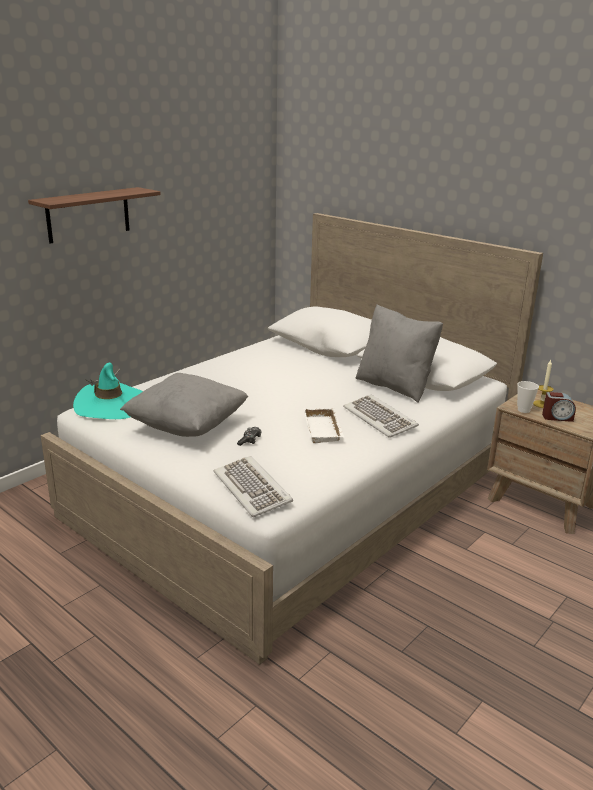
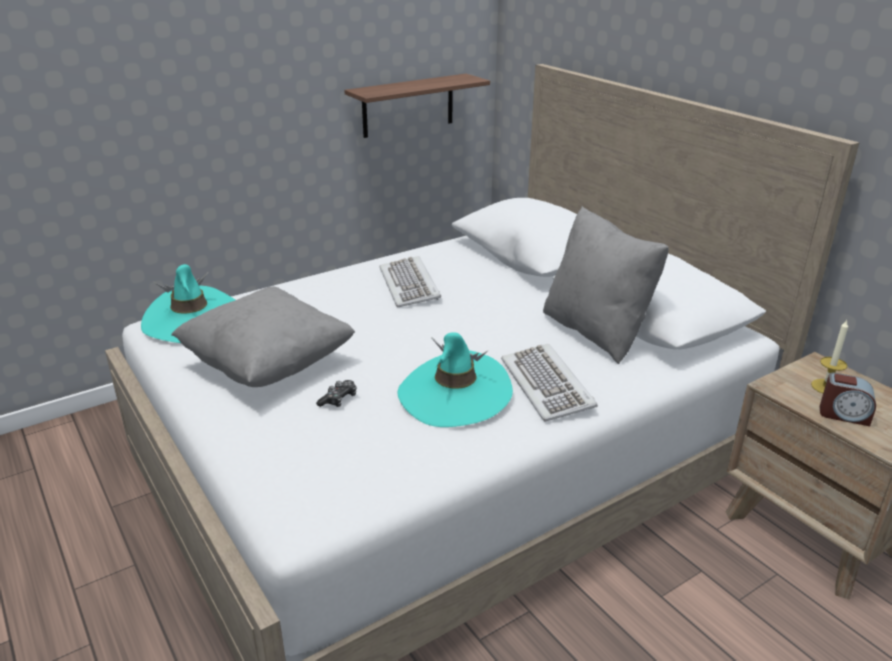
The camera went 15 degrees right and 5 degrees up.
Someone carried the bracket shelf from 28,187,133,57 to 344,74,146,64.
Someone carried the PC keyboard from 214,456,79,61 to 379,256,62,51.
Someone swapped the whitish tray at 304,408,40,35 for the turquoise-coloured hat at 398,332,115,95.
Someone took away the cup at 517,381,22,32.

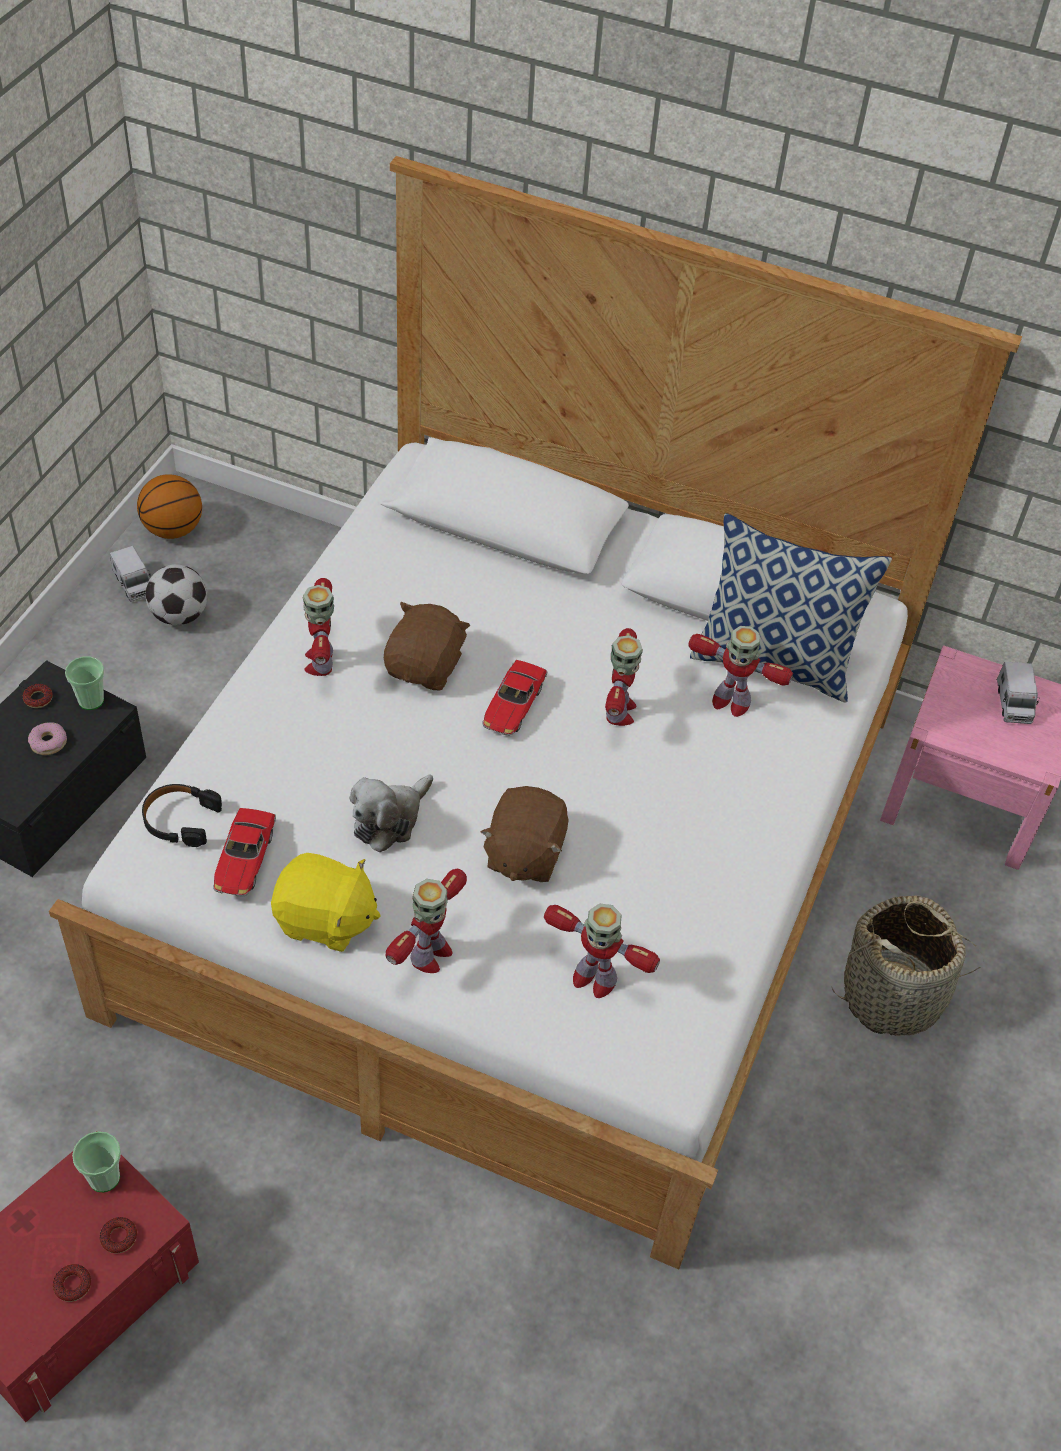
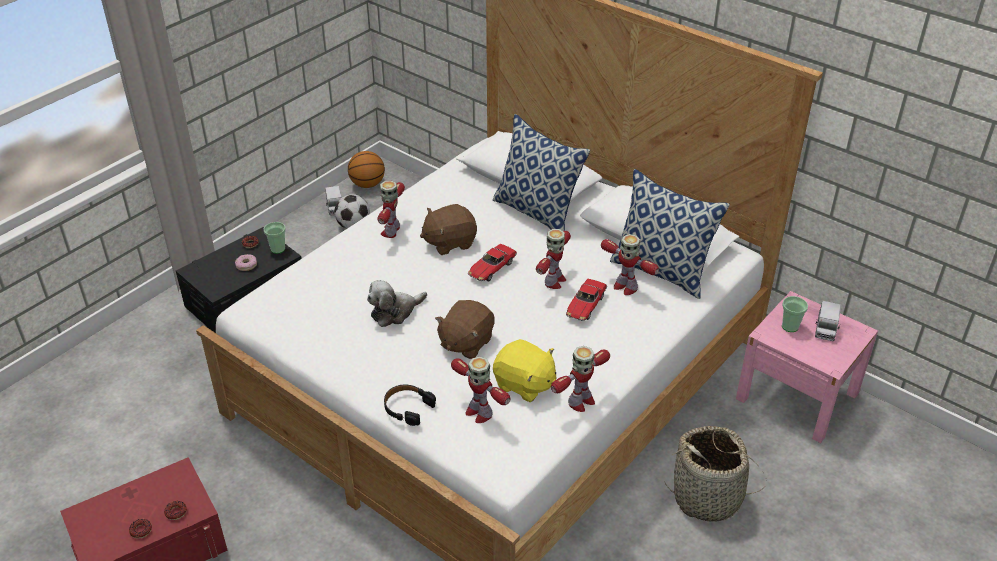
The camera went 20 degrees right and 10 degrees down.
Someone carried the black-coloured headset from 142,784,80,63 to 384,384,52,42.
Someone rotated the brownish plush toy at 384,602,86,88 by 150 degrees counterclockwise.
Someone put down the throw pillow at 493,114,97,117.
Someone carried the yellow-coloured plush toy from 271,853,110,99 to 493,339,63,63.
Someone carried the robot figure from 386,869,81,104 to 551,346,59,66.
Someone carried the model car from 213,808,63,88 to 566,279,41,42.
Someone carried the cup from 72,1131,49,61 to 782,296,26,36.

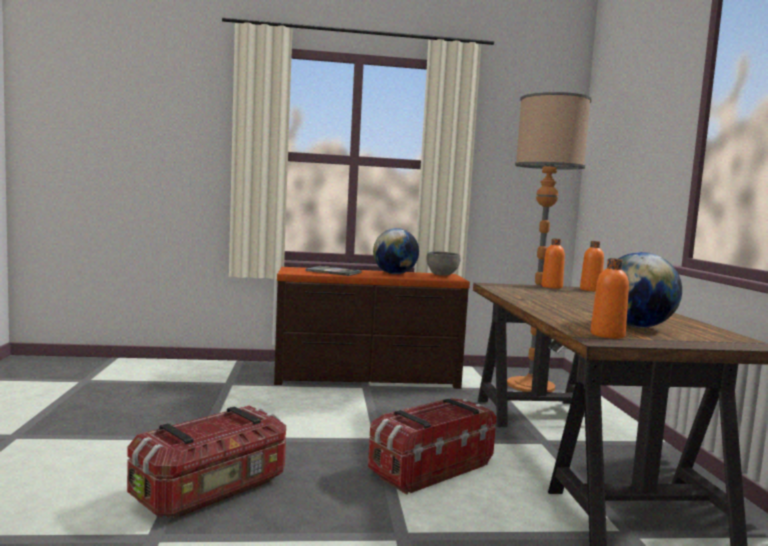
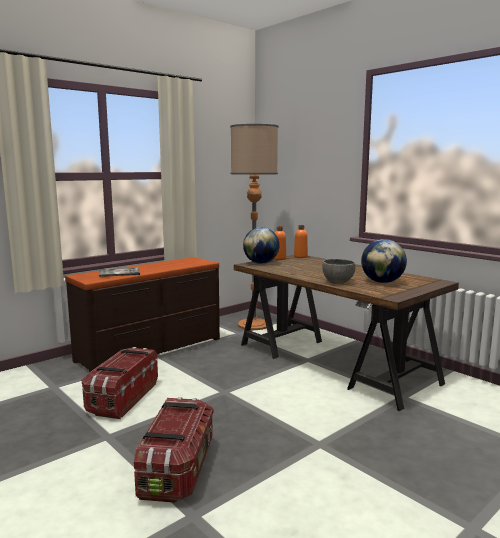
The camera went 35 degrees left and 5 degrees up.
Someone carried the storage container from 368,398,128,97 to 82,347,76,72.
Someone carried the globe from 373,228,46,46 to 243,227,37,37.
Someone carried the greyish bowl from 427,251,33,25 to 322,259,33,25.
Someone took away the orange drink bottle at 590,258,39,81.

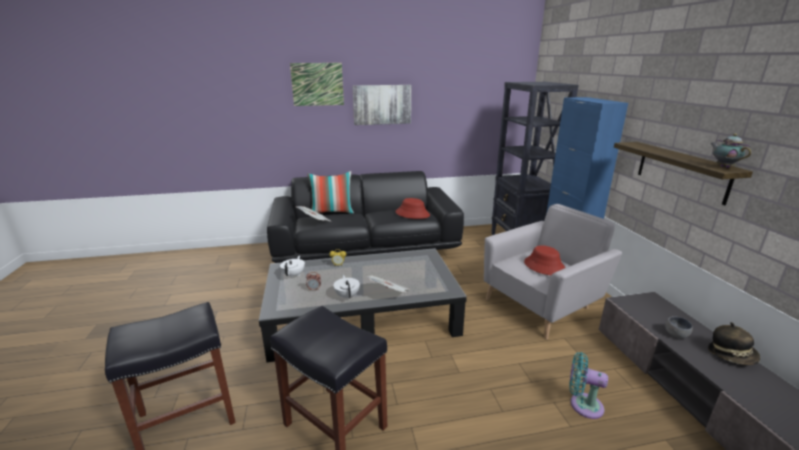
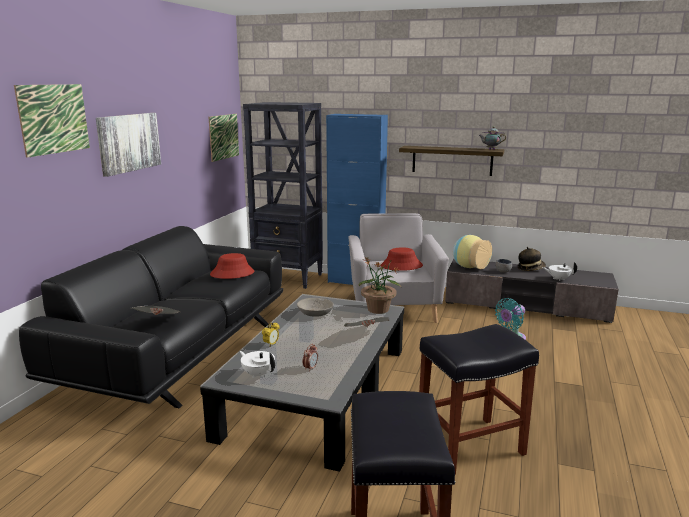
The camera went 60 degrees left and 5 degrees down.
Someone put up the wall art at 209,114,30,48.
Someone put down the greyish bowl at 297,298,37,19.
Someone put down the plant in a pot at 359,257,42,57.
Someone put down the vase at 453,235,39,34.
Someone carried the whitish teapot from 333,274,27,26 to 543,262,34,19.
Someone took away the throw pillow at 307,171,47,42.

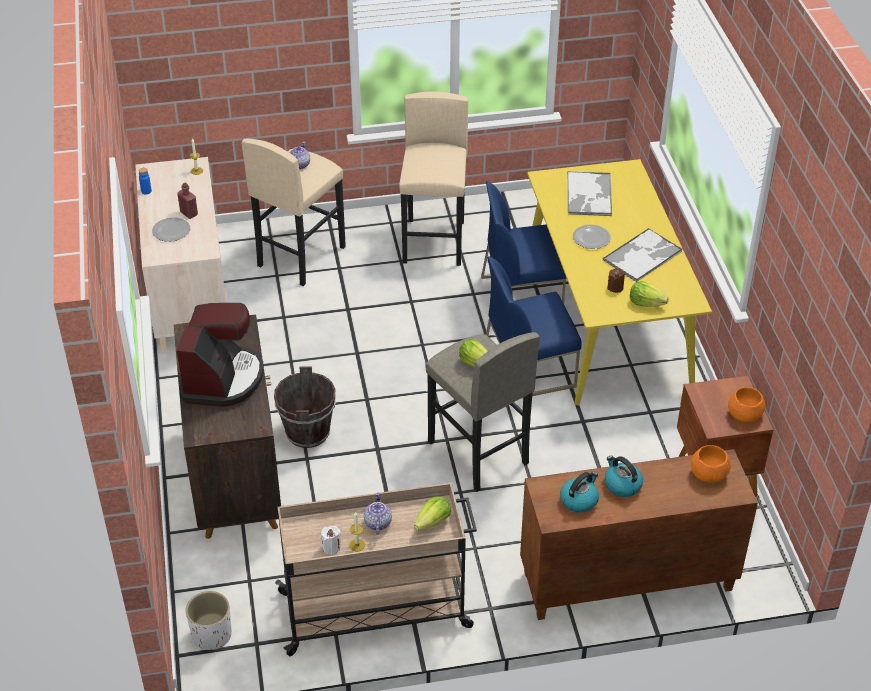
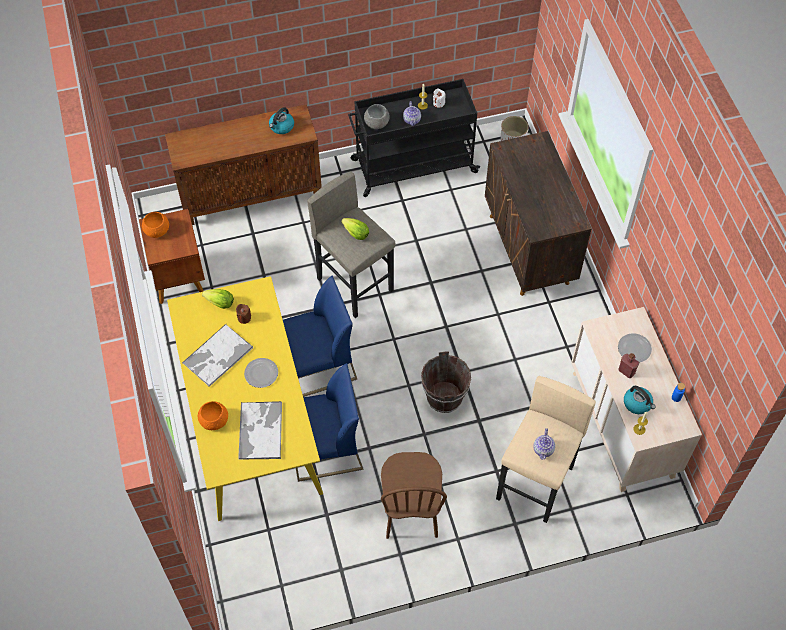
The camera went 175 degrees right and 15 degrees up.
Someone carried the orange bowl from 691,445,40,38 to 198,401,30,29.
Someone repainted the beige-coloured wheeled cart at 275,483,202,173, which became the black-coloured wheeled cart at 348,79,132,118.
Someone swapped the head of lettuce at 414,496,37,35 for the greyish bowl at 364,104,26,25.
Someone swapped the beige-coloured stool seat at 399,91,69,175 for the brownish upright chair at 381,452,66,87.
Someone carried the brownish water bucket from 274,366,62,82 to 421,351,50,62.
Someone carried the water kettle from 605,456,38,41 to 624,386,32,28.
Someone took away the coffee machine at 176,303,88,104.

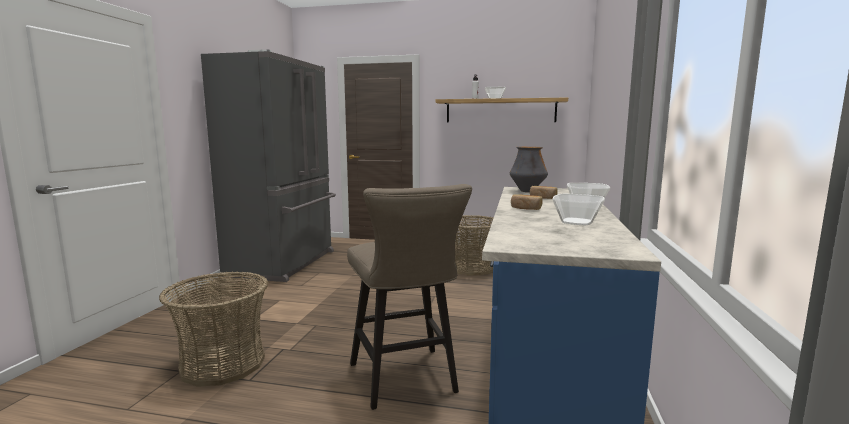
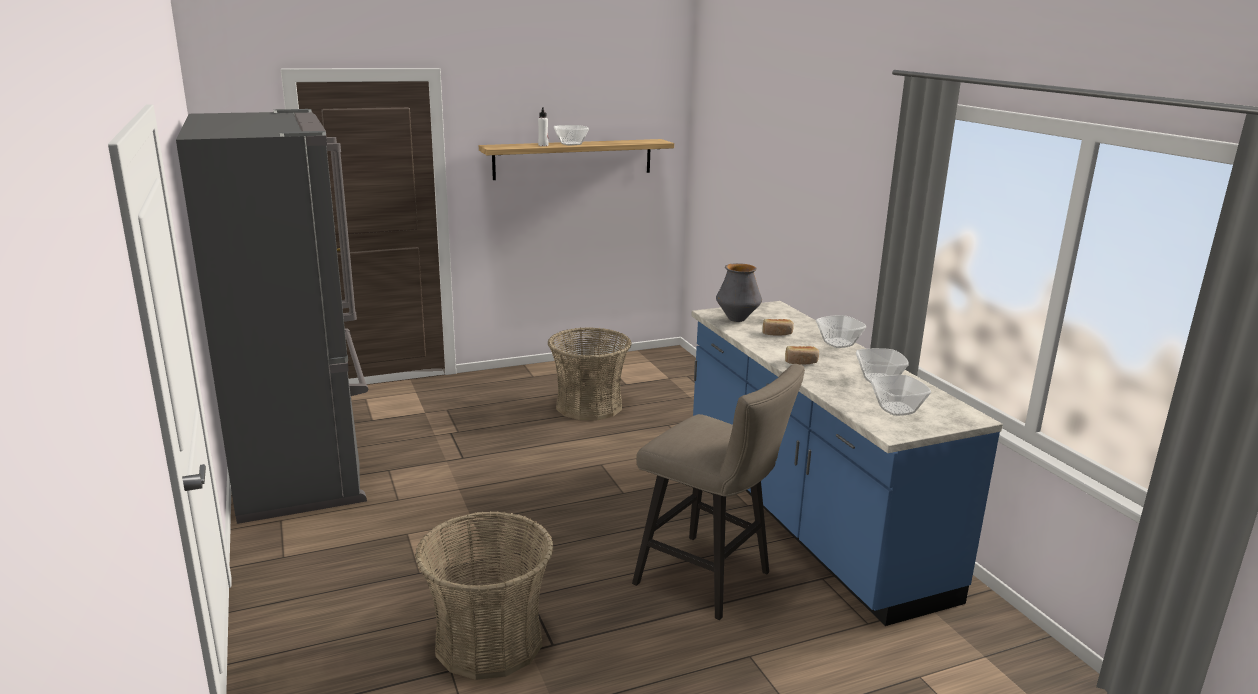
The camera went 35 degrees left and 10 degrees up.
Someone put down the bowl at 870,375,61,41.

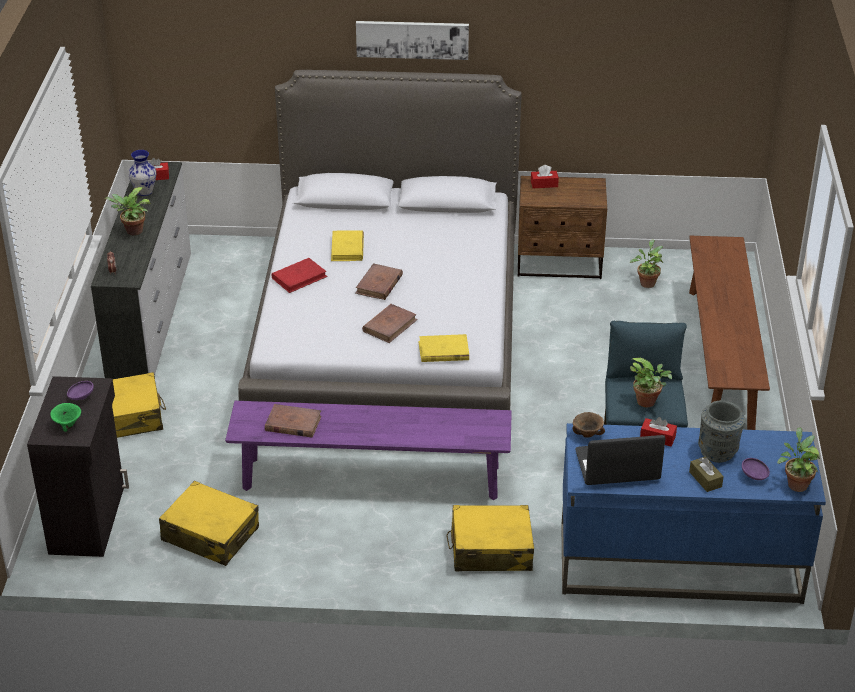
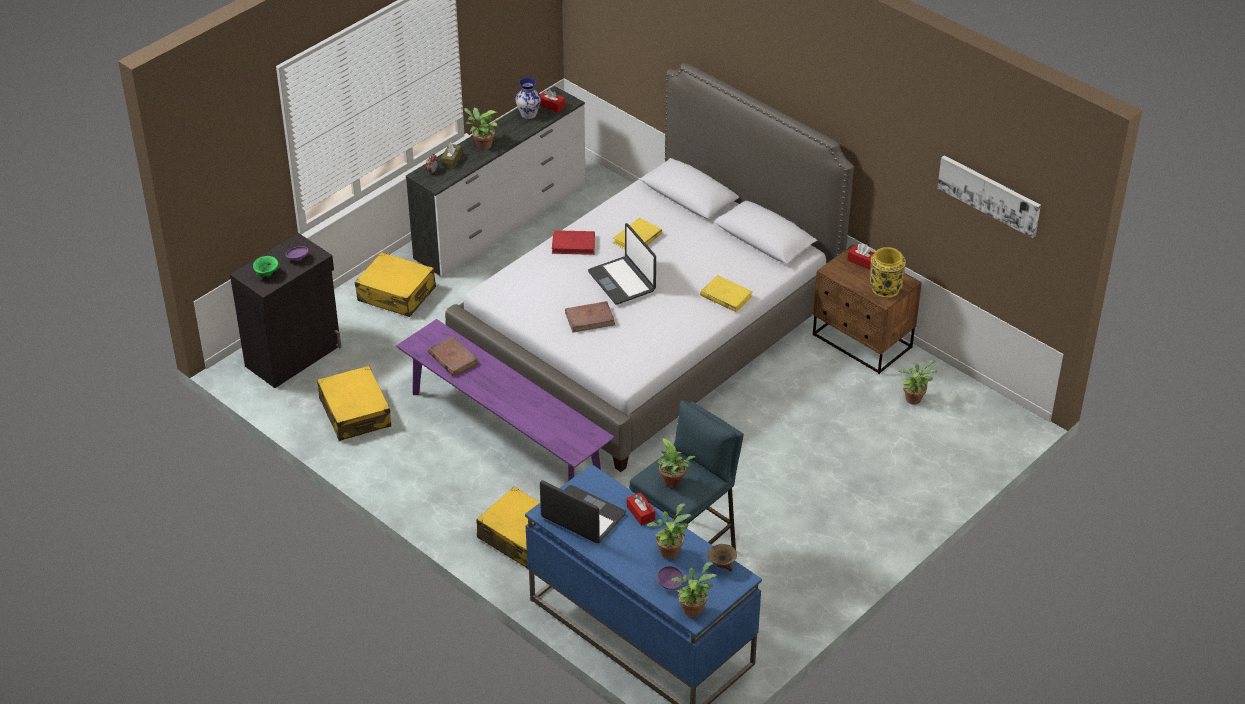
The camera went 40 degrees right and 5 degrees up.
Someone carried the brownish tissue box from 689,456,35,36 to 441,142,21,27.
Someone swapped the brownish book at 355,263,48,37 for the notebook computer at 588,223,68,82.
Someone swapped the greyish vase at 698,400,47,63 for the plant in a pot at 647,503,44,56.
Someone carried the yellow-coloured book from 418,334,51,28 to 700,275,53,37.
Someone carried the brownish bowl from 573,412,32,26 to 708,544,29,27.
Someone put down the yellow-coloured vase at 870,247,36,51.
Someone carried the wall art from 356,21,113,39 to 937,155,104,83.
Someone took away the brownish bench at 689,236,81,194.

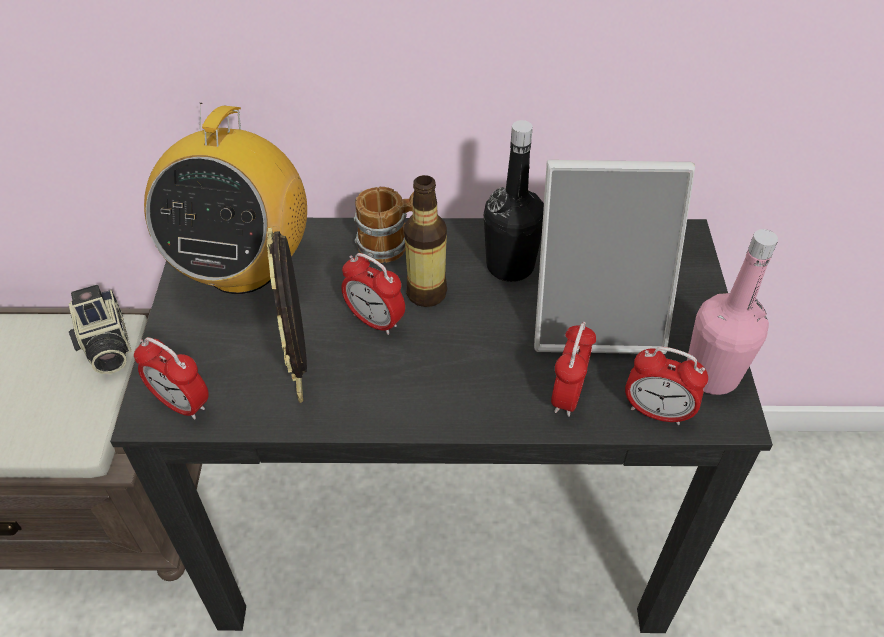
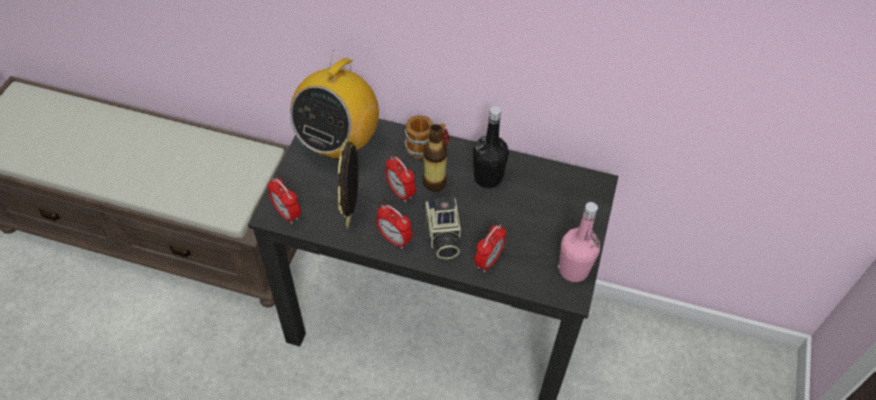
The camera went 15 degrees right and 5 degrees up.
Someone carried the bedside clock from 625,347,83,78 to 376,205,37,44.
Someone carried the photo camera from 69,285,62,89 to 423,198,38,61.
Someone took away the photo frame at 534,160,161,194.

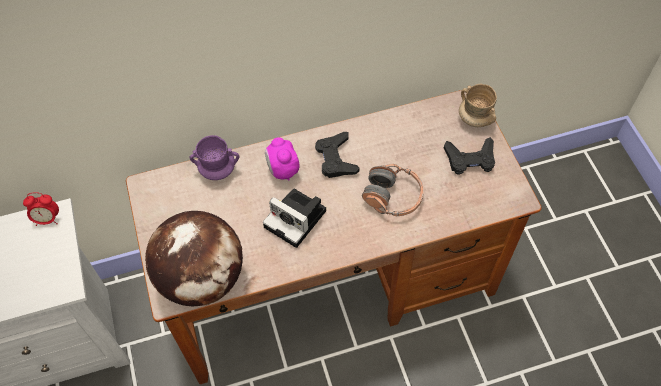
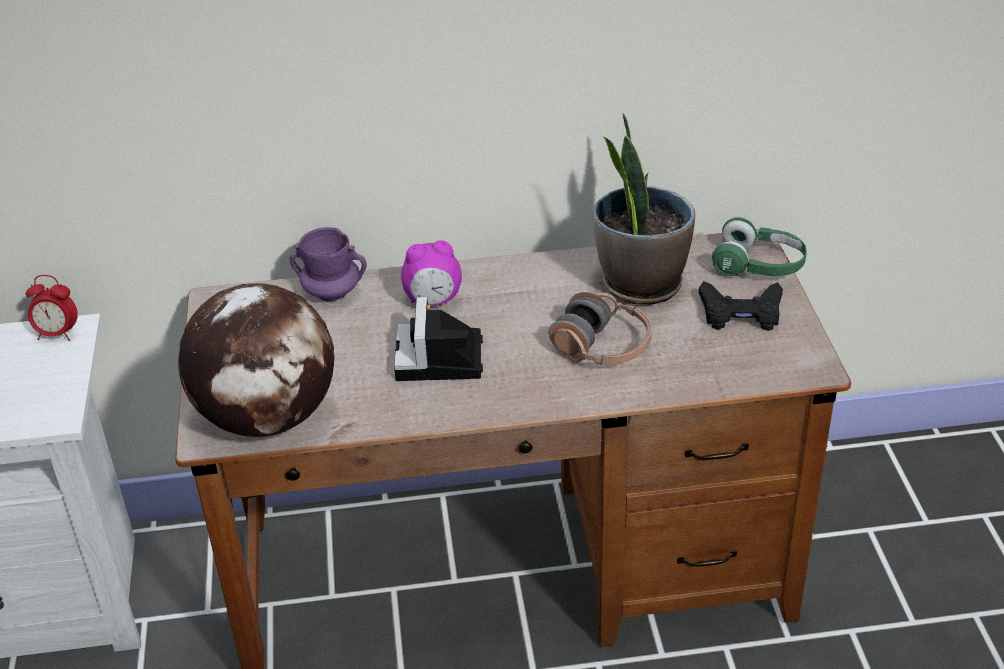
The camera went 10 degrees right and 20 degrees down.
Someone rotated the photo camera at 263,188,63,60 by 45 degrees clockwise.
Someone rotated the bedside clock at 265,137,35,44 by 90 degrees counterclockwise.
Someone put down the plant in a pot at 593,113,102,192.
Someone swapped the beige-coloured tea mug at 459,84,38,43 for the greenish headset at 712,217,95,59.
Someone took away the black-coloured joypad at 315,132,45,46.

